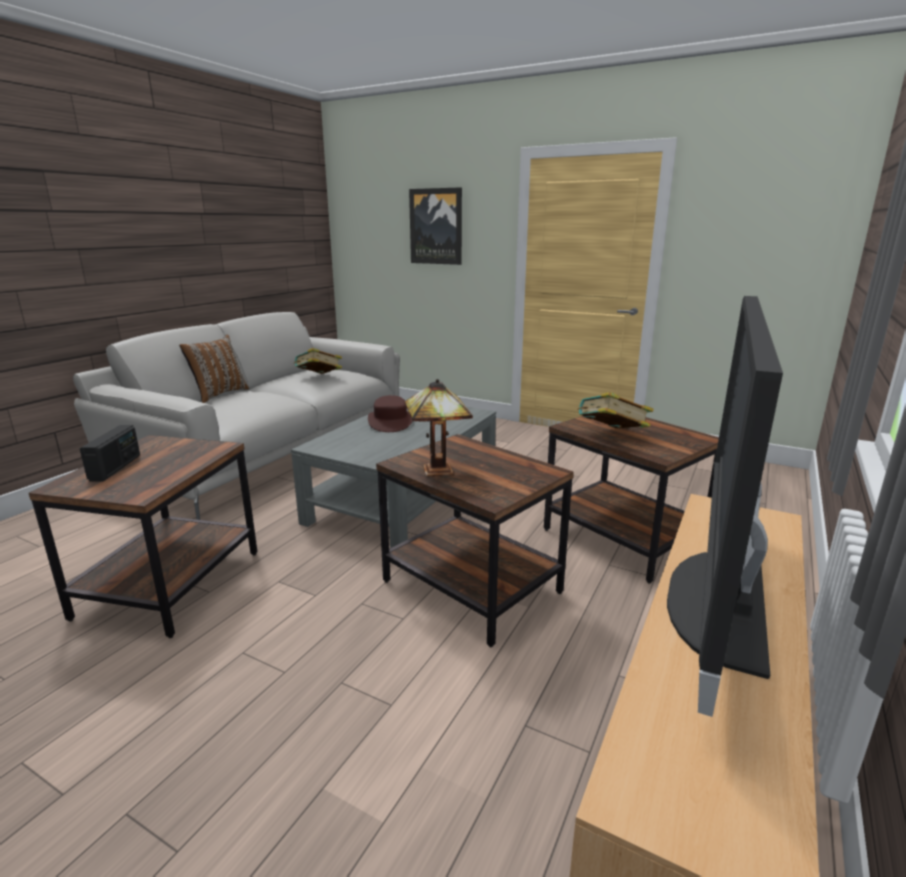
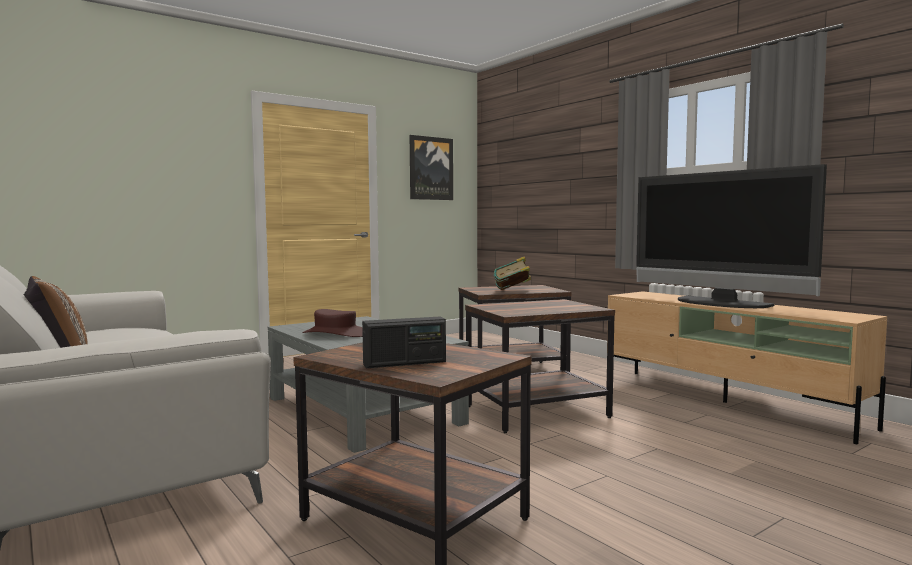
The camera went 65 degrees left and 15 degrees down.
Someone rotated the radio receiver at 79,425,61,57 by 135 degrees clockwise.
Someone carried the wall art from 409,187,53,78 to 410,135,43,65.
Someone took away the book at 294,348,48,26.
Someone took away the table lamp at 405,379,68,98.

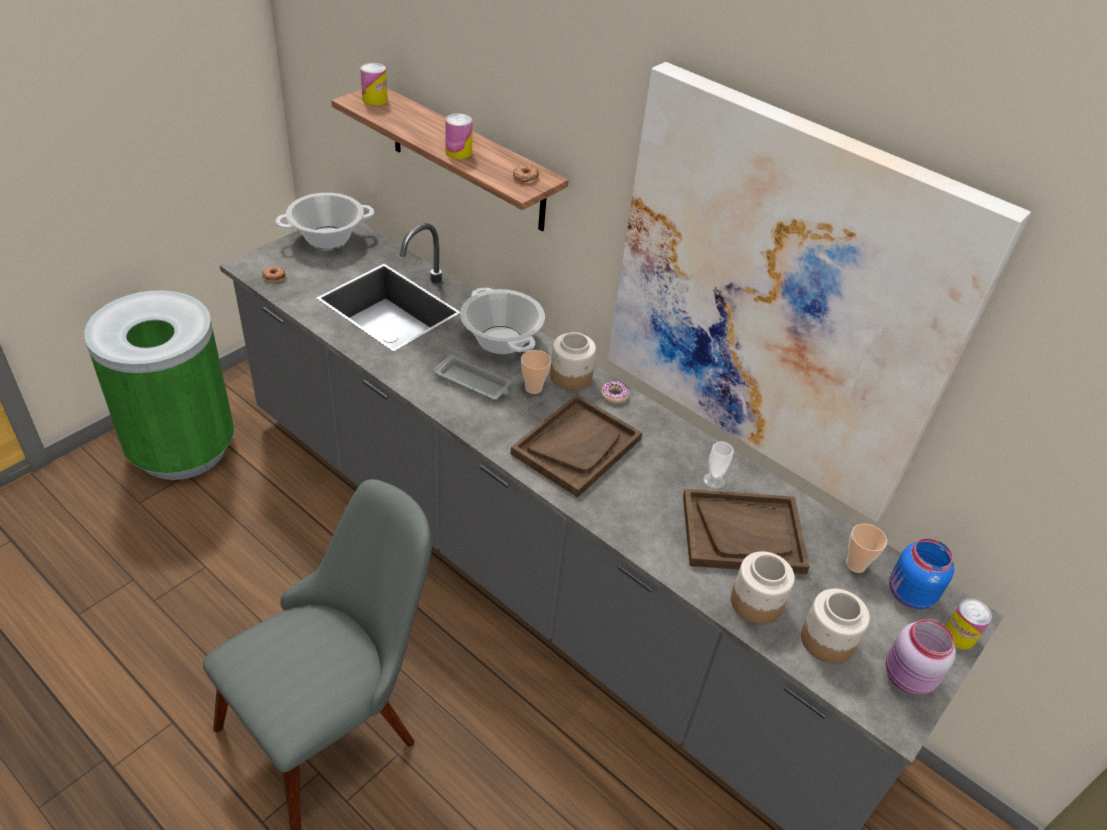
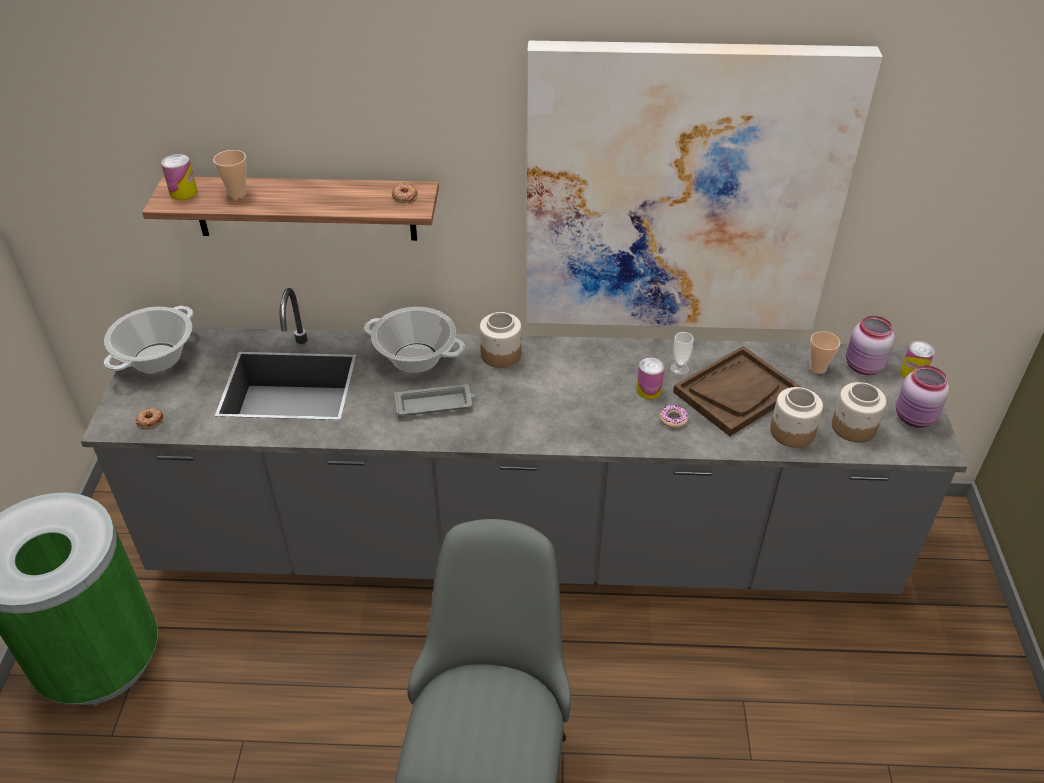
The camera went 35 degrees left and 0 degrees up.
Someone carried the cup from 521,350,30,44 to 213,150,34,48.
Someone carried the metal can from 445,114,28,45 to 636,357,29,42.
Someone carried the donut from 601,381,28,23 to 660,405,29,23.
Someone repainted the blue jar at 889,538,65,71, which became the pinkish jar at 846,316,49,59.
Someone took away the brownish tray at 510,394,132,104.

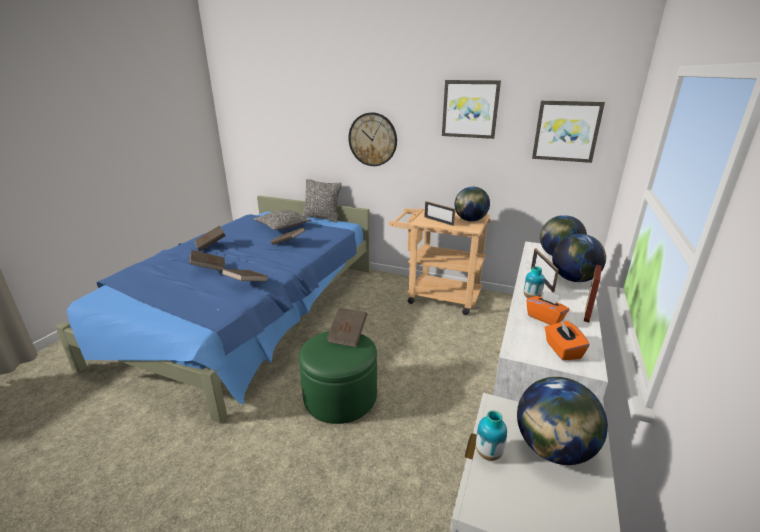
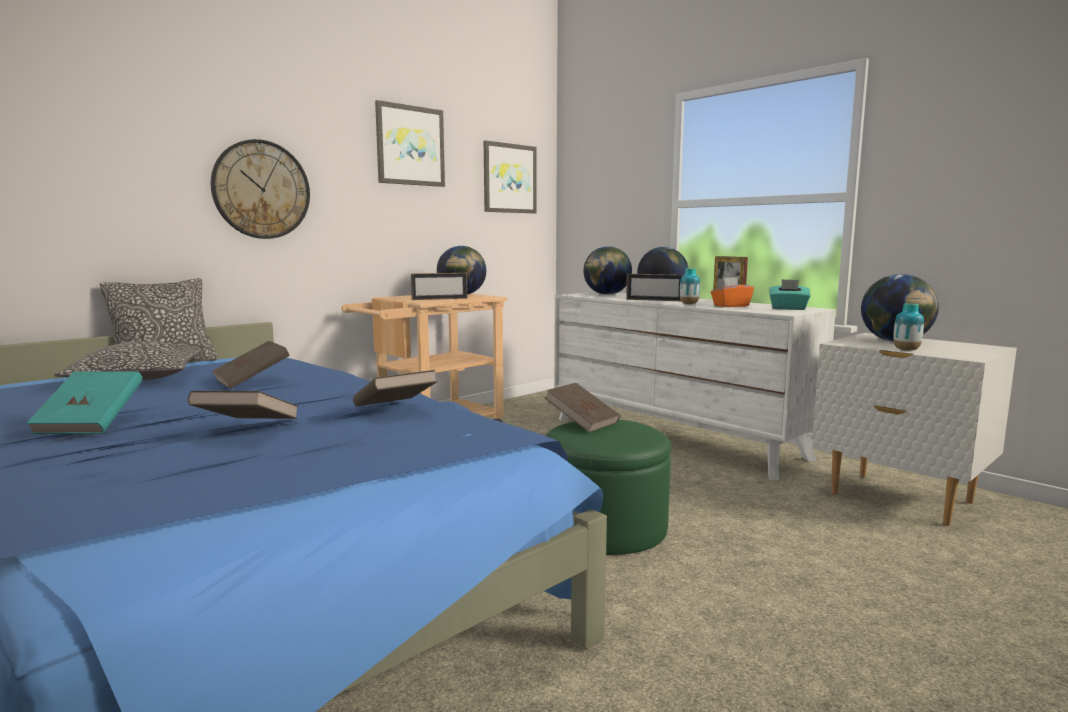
The camera went 65 degrees left and 15 degrees down.
Someone repainted the brownish book at 194,226,32,25, which became the turquoise-coloured book at 27,372,116,62.
Someone repainted the orange tissue box at 545,320,44,40, which became the turquoise-coloured tissue box at 769,279,41,31.

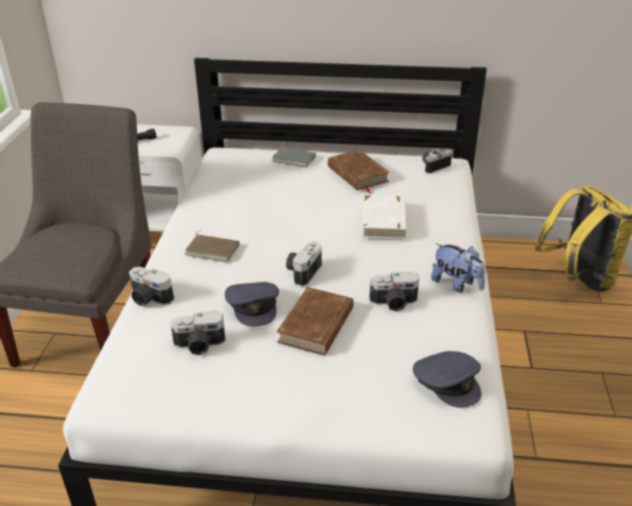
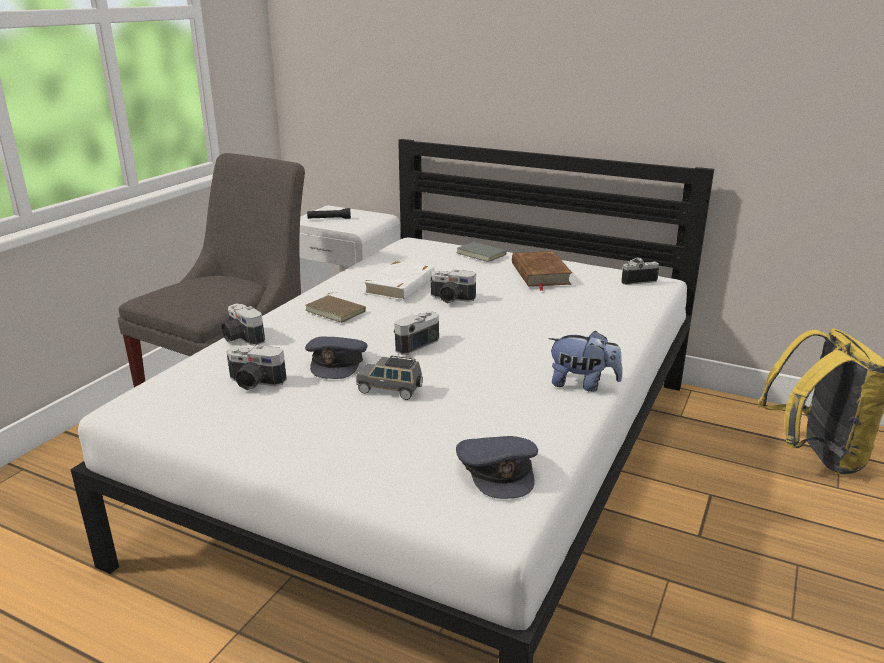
The camera went 20 degrees right and 10 degrees down.
Someone swapped the brownish book at 277,287,77,69 for the greyish model car at 356,356,67,44.
Someone carried the whitish book from 362,195,45,44 to 363,261,72,40.
Someone carried the photo camera from 370,272,49,40 to 430,269,46,34.
Someone rotated the plush toy at 431,243,54,50 by 45 degrees counterclockwise.

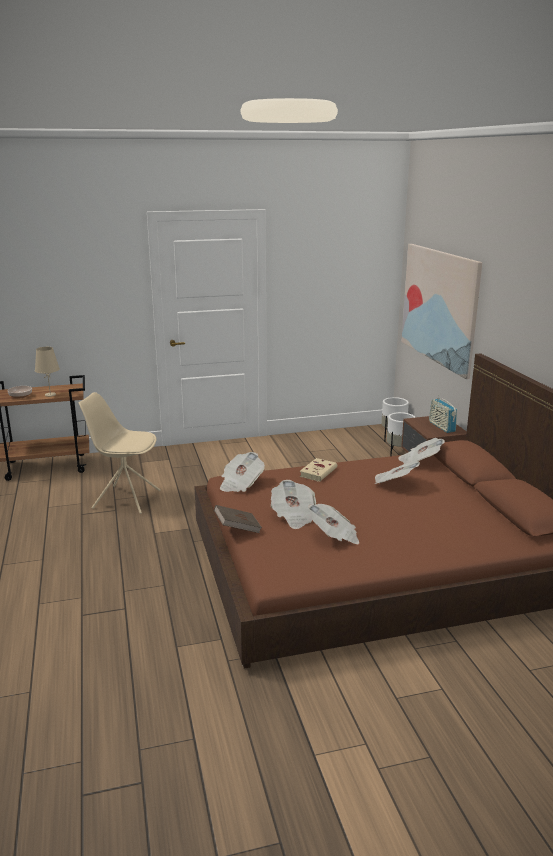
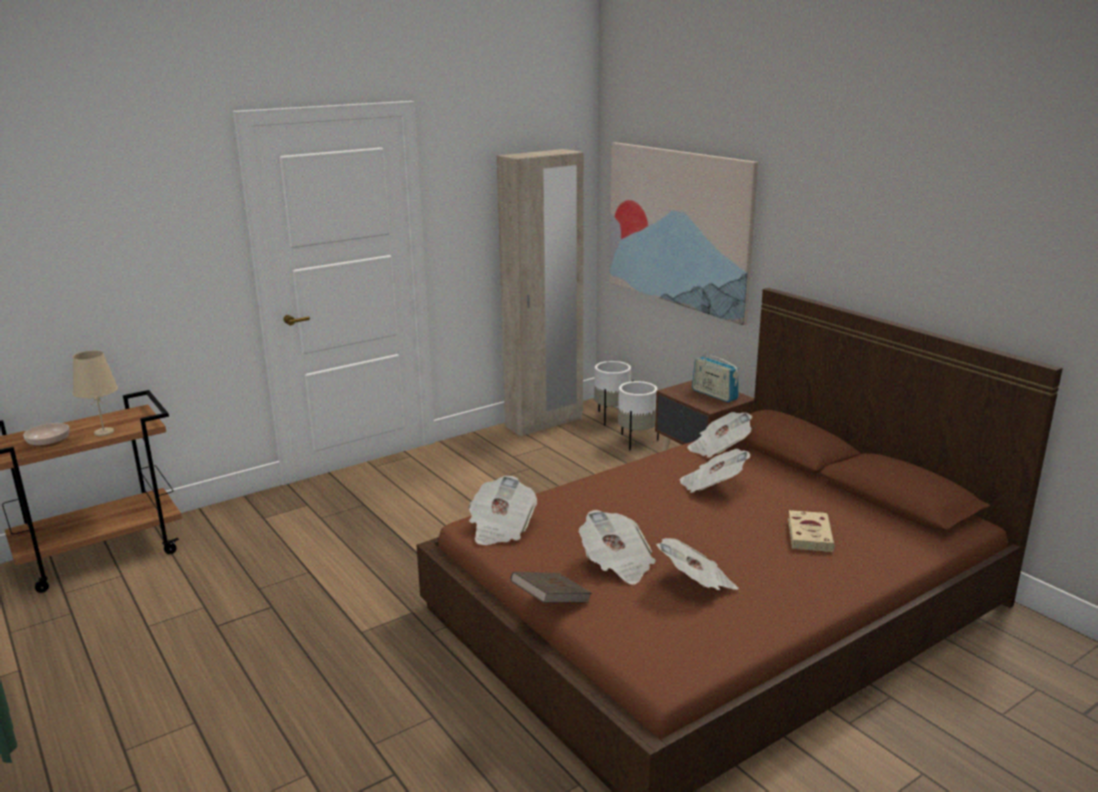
The camera went 20 degrees left and 0 degrees up.
Someone put down the beige-coloured armoire at 497,149,87,287.
Someone carried the beige-coloured book from 299,458,38,24 to 788,510,47,42.
Someone took away the beige-coloured upright chair at 79,392,82,122.

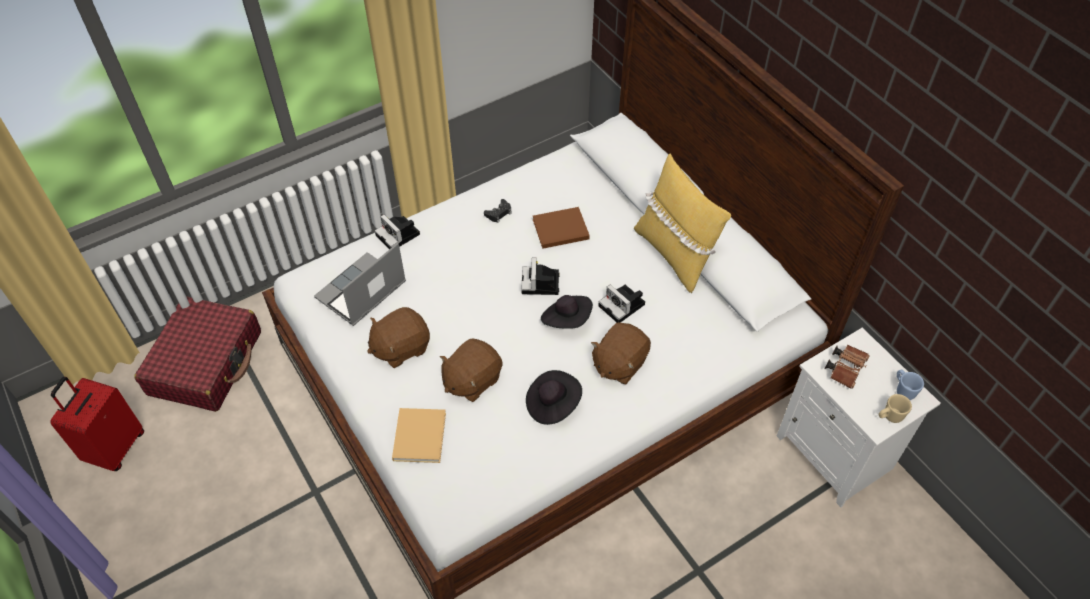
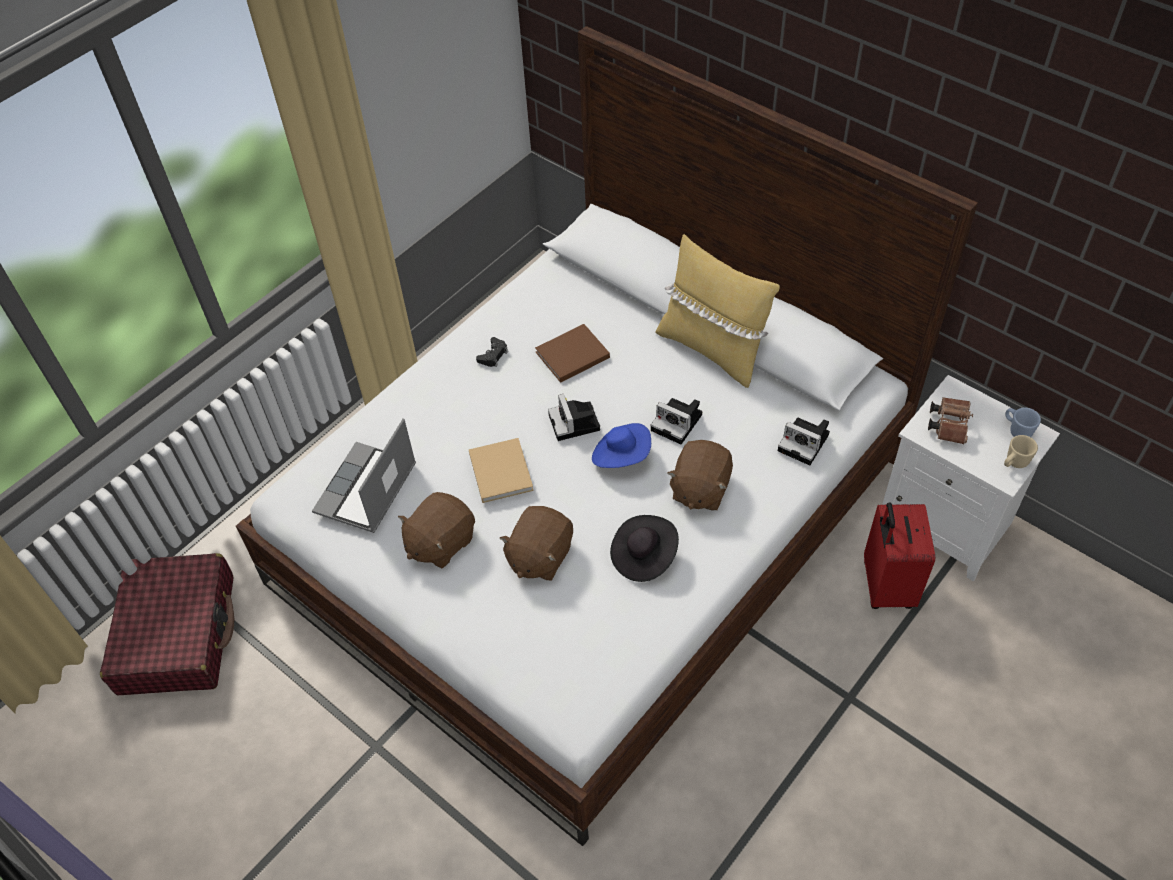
The camera went 15 degrees left and 0 degrees up.
Someone carried the beige-coloured book from 392,408,54,55 to 469,438,65,65.
Someone repainted the black-coloured hat at 541,295,52,34, which became the blue hat at 592,423,59,45.
Someone carried the photo camera from 375,215,45,34 to 778,418,52,47.
Someone carried the red travel case from 50,377,94,94 to 864,502,71,107.

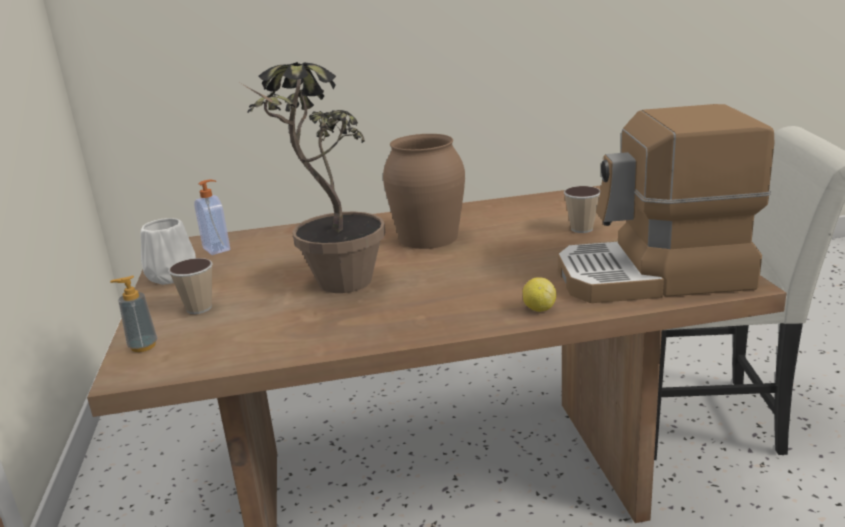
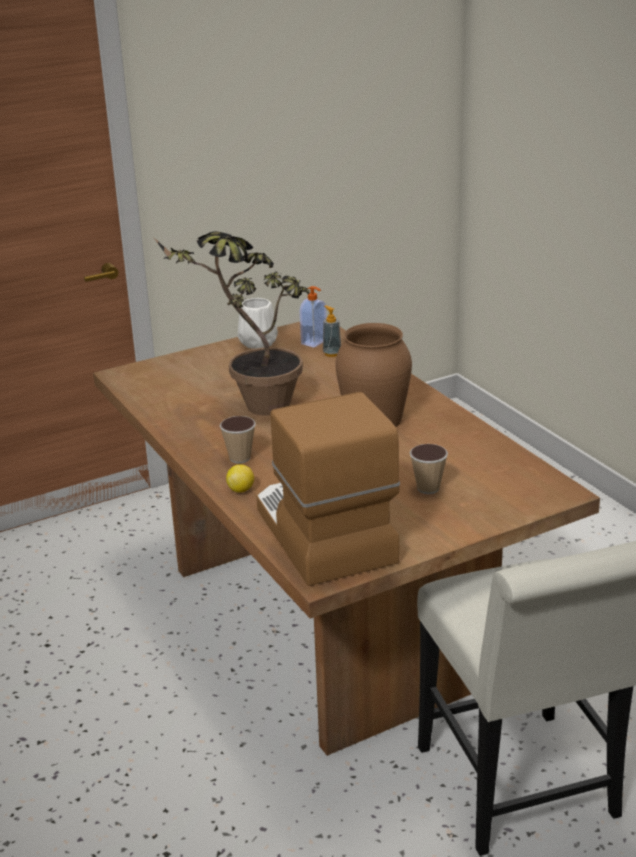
The camera went 70 degrees right and 5 degrees up.
Someone carried the cup from 168,258,45,56 to 220,416,36,47.
Someone carried the soap bottle from 110,276,47,76 to 323,305,18,52.

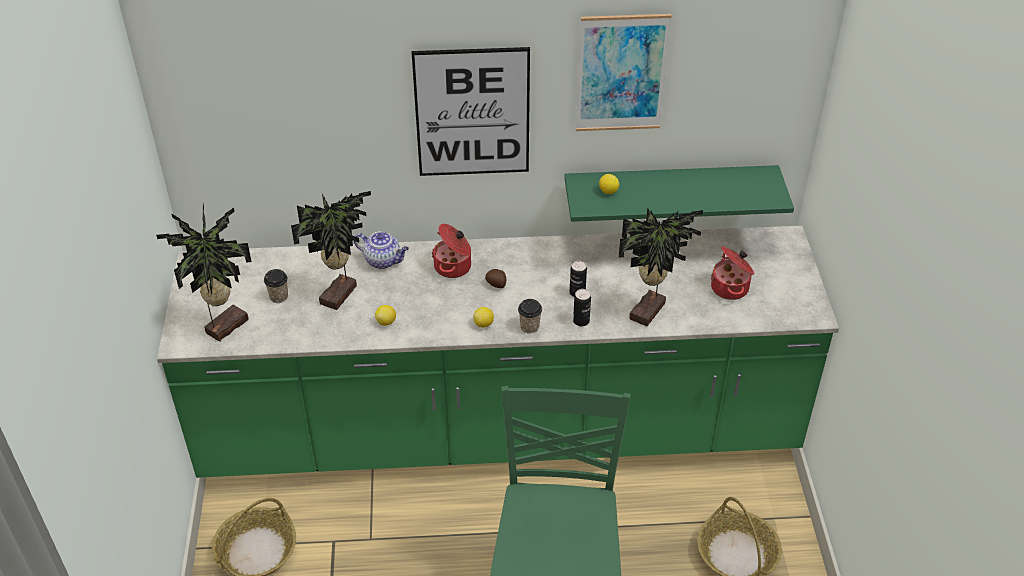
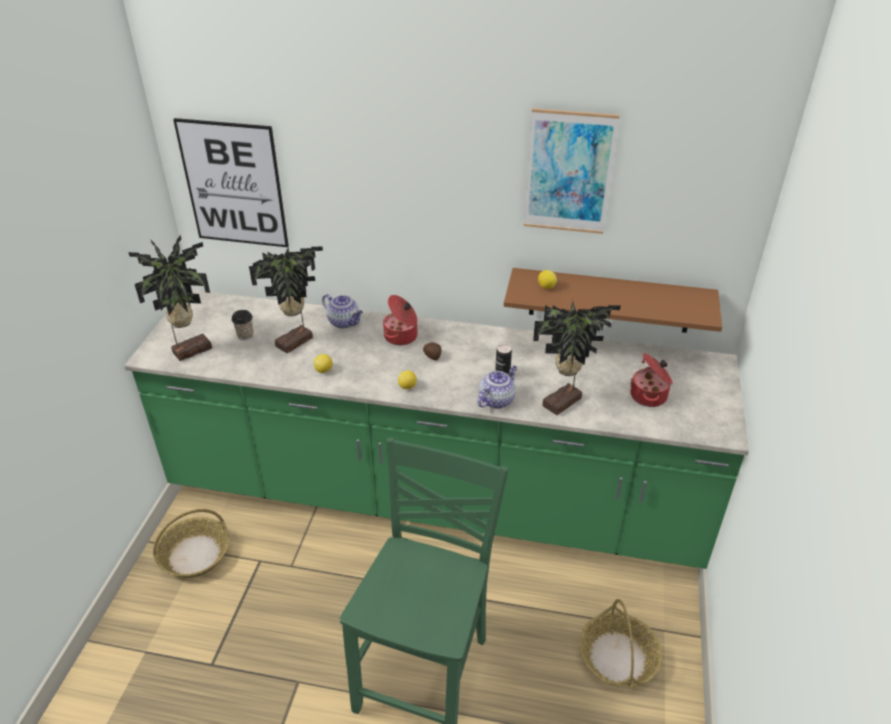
The camera went 15 degrees right and 5 degrees down.
Someone carried the wall art from 412,47,118,129 to 173,118,116,129.
Someone swapped the metal can at 573,289,18,37 for the teapot at 477,366,40,43.
Someone repainted the greenish bracket shelf at 564,165,230,57, which became the brownish bracket shelf at 504,268,218,65.
Someone took away the cup at 518,299,24,35.

